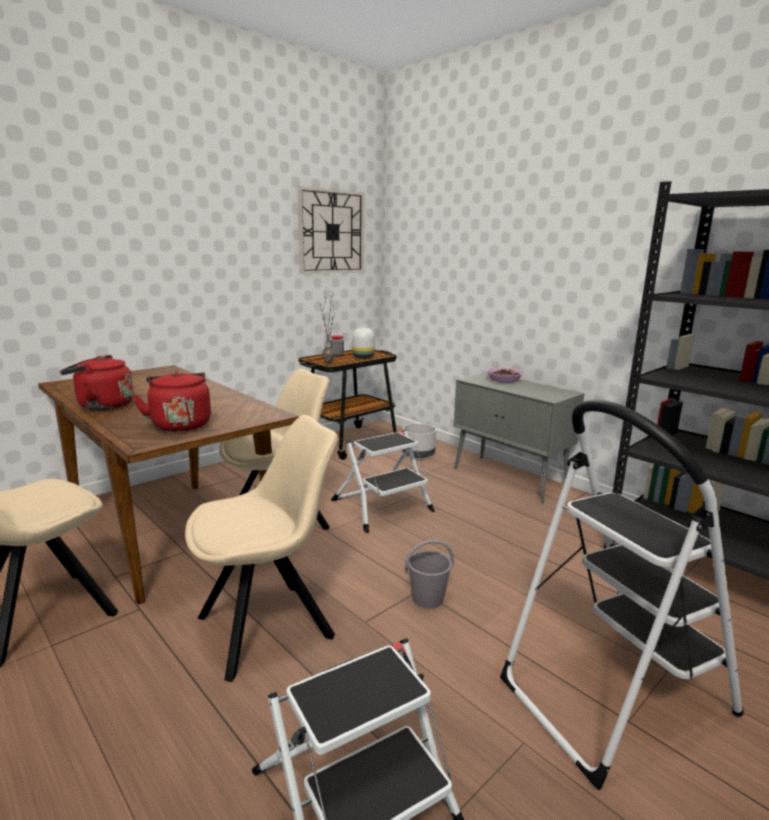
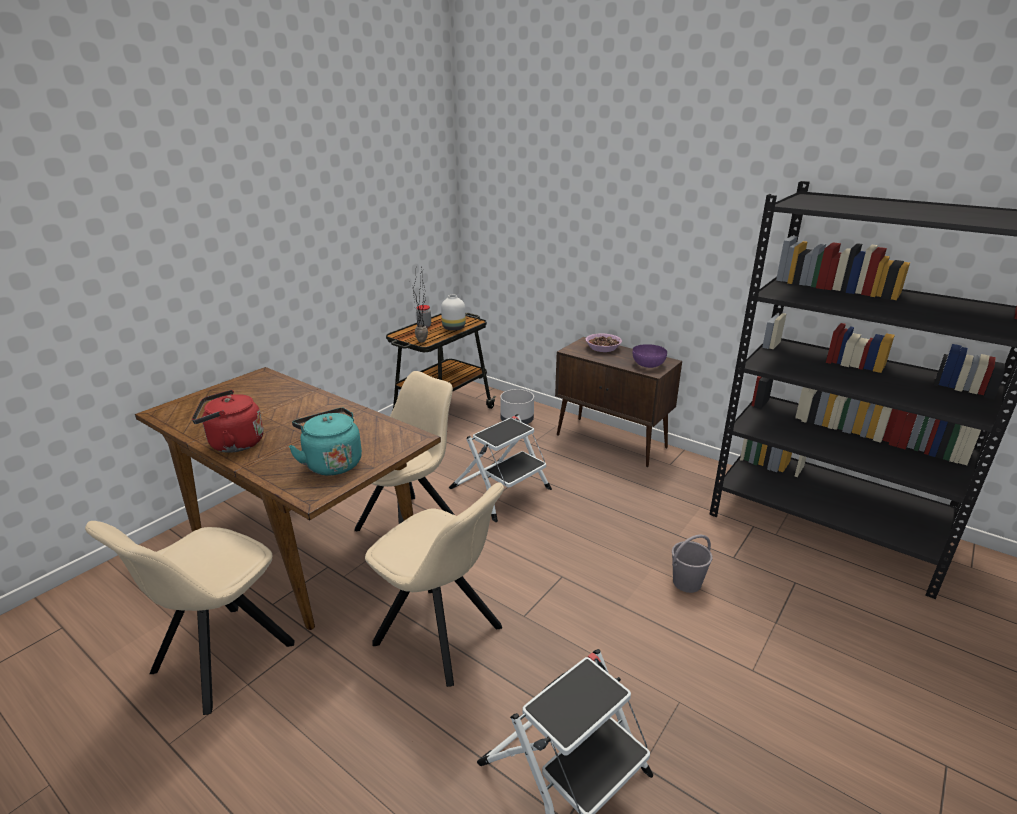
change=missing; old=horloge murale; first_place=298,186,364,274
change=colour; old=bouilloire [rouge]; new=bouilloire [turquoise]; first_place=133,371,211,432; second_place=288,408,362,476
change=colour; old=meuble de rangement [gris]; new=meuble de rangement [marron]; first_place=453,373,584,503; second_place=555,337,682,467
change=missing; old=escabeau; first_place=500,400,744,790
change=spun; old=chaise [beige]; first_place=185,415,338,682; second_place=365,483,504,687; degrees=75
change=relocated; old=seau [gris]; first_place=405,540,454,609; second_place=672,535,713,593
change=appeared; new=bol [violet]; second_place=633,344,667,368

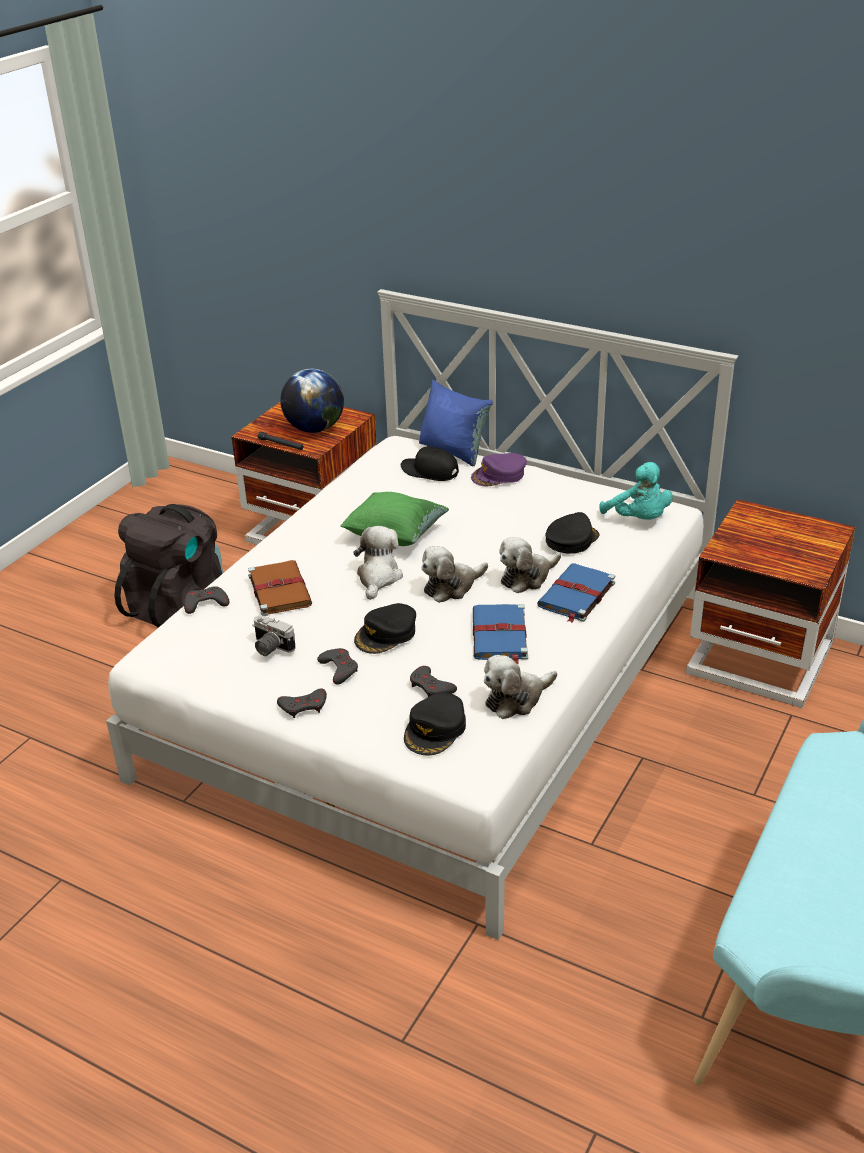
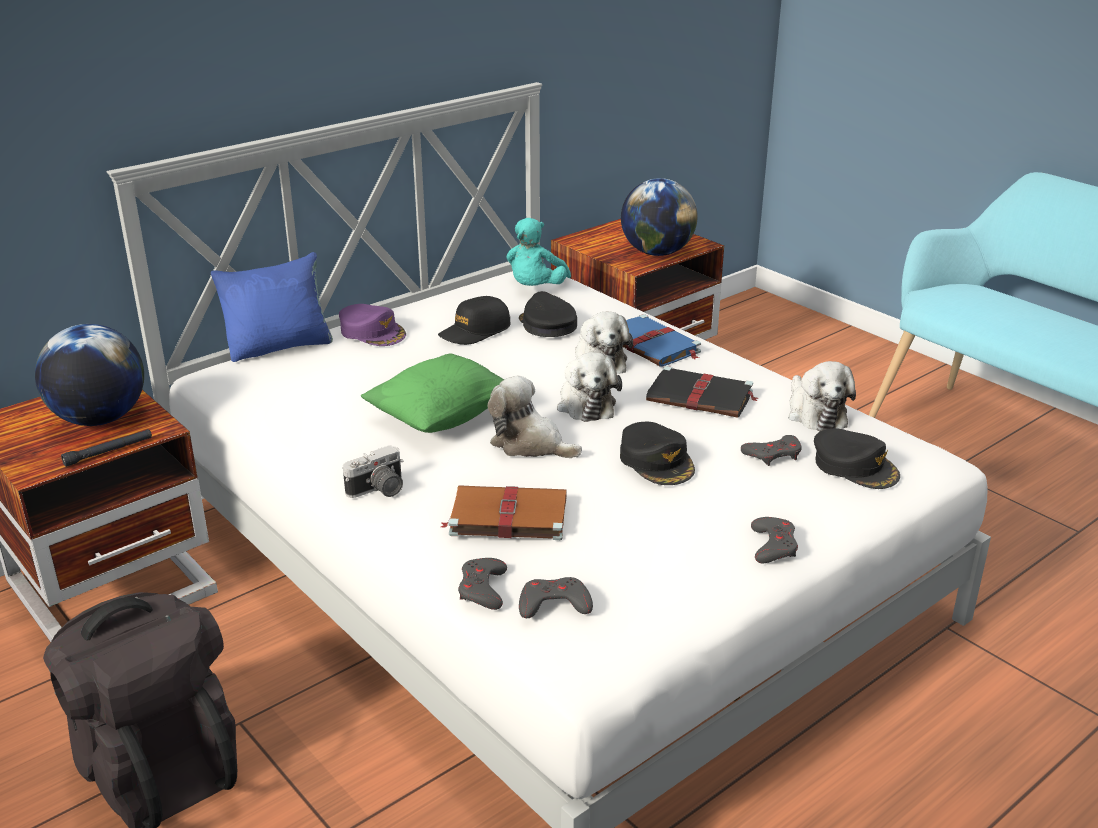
change=relocated; old=casquette [noir]; first_place=401,446,459,481; second_place=438,296,511,345
change=spun; old=casquette [violet]; first_place=471,453,527,486; second_place=339,304,406,346; degrees=-45
change=spun; old=peluche [turquoise]; first_place=599,462,673,520; second_place=506,218,571,286; degrees=120
change=colour; old=livre [bleu]; new=livre [noir]; first_place=473,604,528,664; second_place=646,366,758,418
change=relocated; old=appareil photo; first_place=252,615,296,656; second_place=343,445,403,498
change=relocated; old=manette [gris]; first_place=317,648,358,685; second_place=519,577,593,618
change=appeared; new=globe; second_place=621,178,698,256

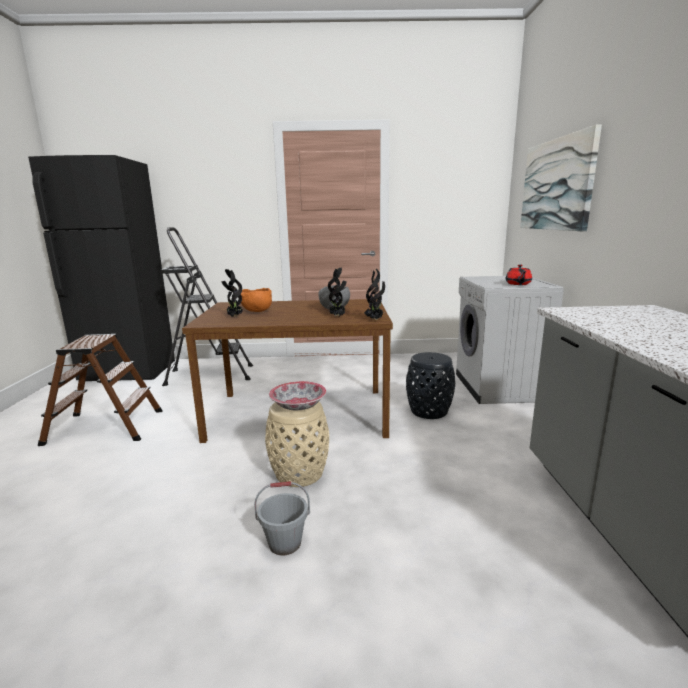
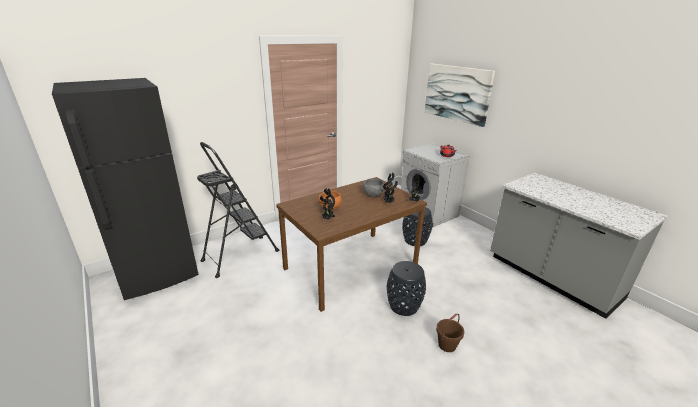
change=missing; old=escabeau [marron]; first_place=38,334,163,446
change=missing; old=bol; first_place=269,381,326,410
change=colour; old=tabouret [beige]; new=tabouret [noir]; first_place=265,402,329,487; second_place=387,261,426,316
change=colour; old=seau [gris]; new=seau [marron]; first_place=254,481,310,555; second_place=436,314,464,352

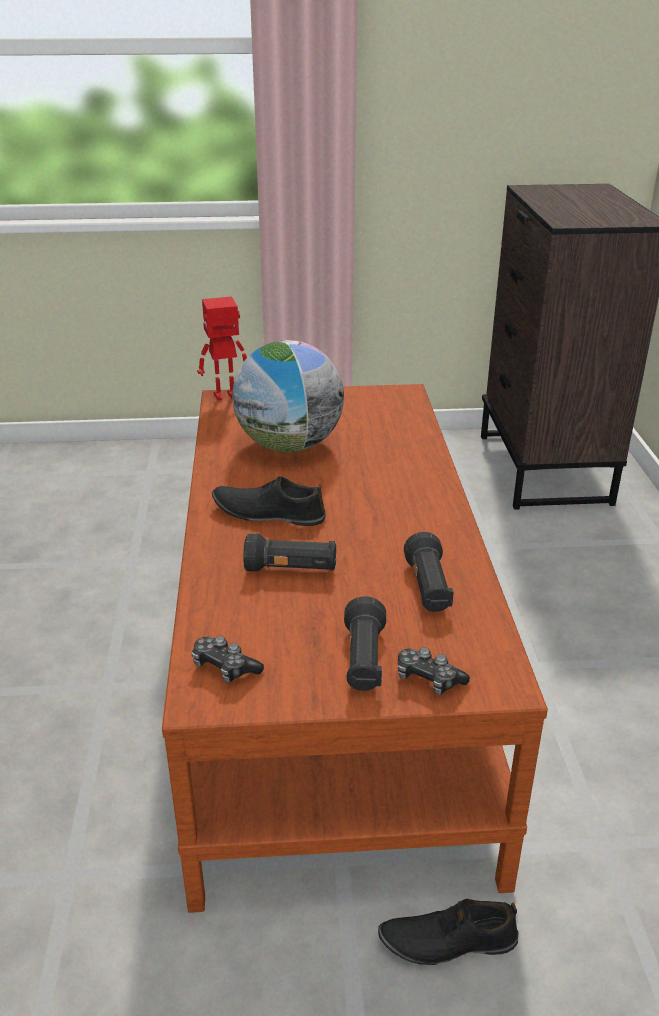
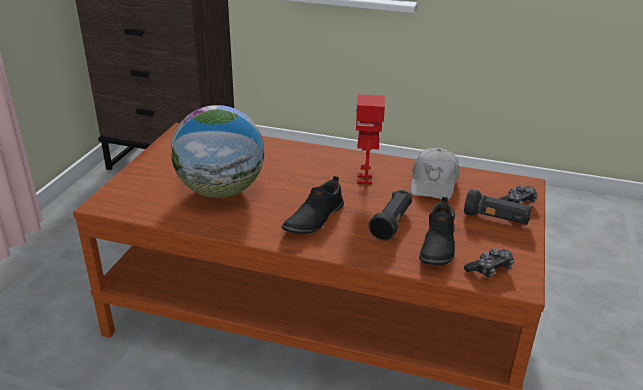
change=relocated; old=robot jouet; first_place=197,296,247,401; second_place=356,94,385,184
change=exchanged; old=lampe de poche [noir]; new=casquette [blanc]; first_place=404,532,453,612; second_place=410,148,459,200
change=relocated; old=chaussure [noir]; first_place=378,899,518,965; second_place=419,197,455,265

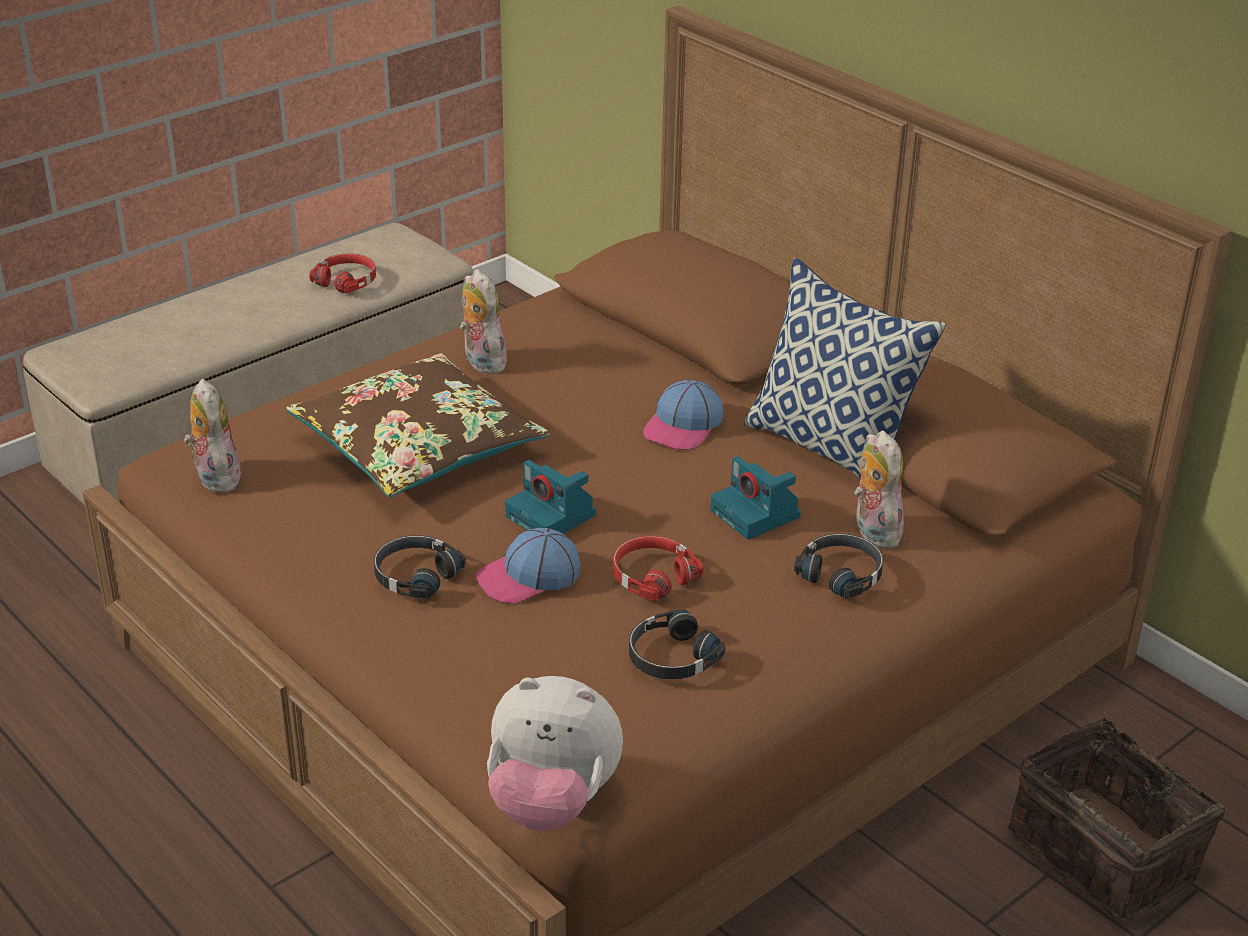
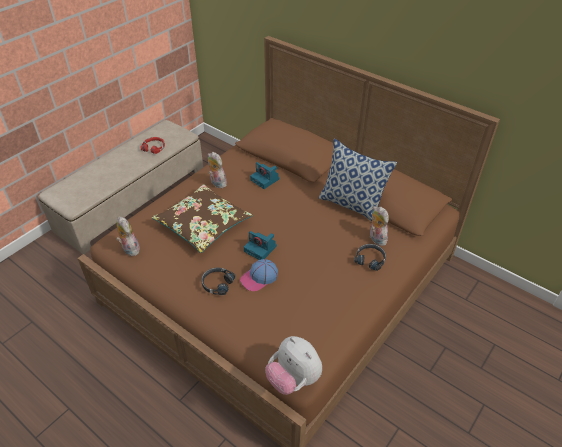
change=missing; old=casquette; first_place=643,380,724,450
change=relocated; old=appareil photo; first_place=711,456,801,540; second_place=250,162,280,189
change=missing; old=casque audio [rouge]; first_place=613,536,703,601
change=missing; old=casque audio [noir]; first_place=629,610,726,680
change=spun; old=peluche; first_place=487,676,623,831; second_place=265,336,322,395; degrees=45
change=missing; old=panier; first_place=1007,718,1225,921

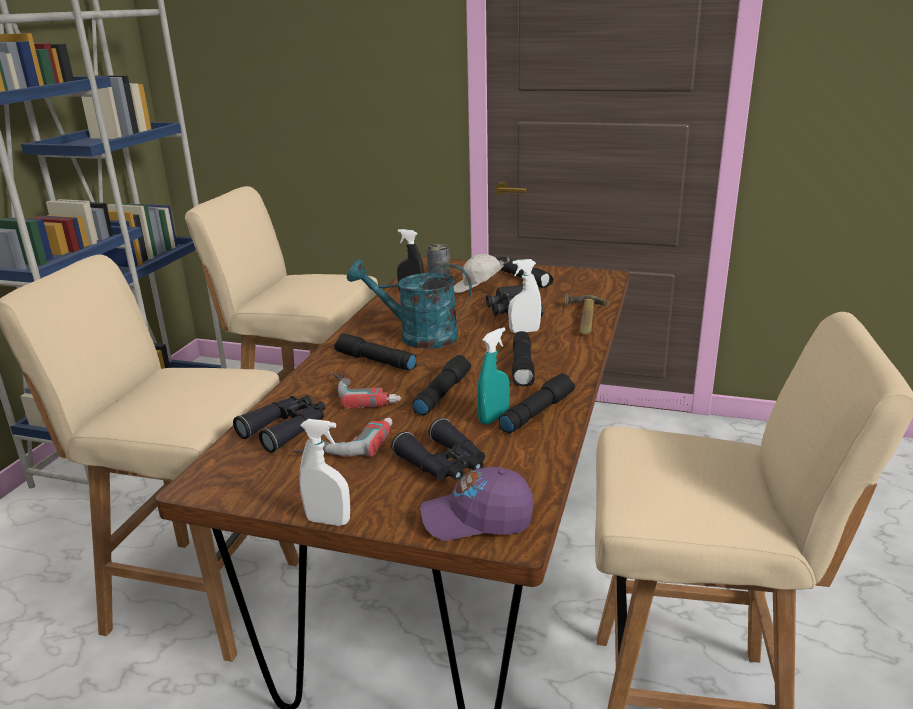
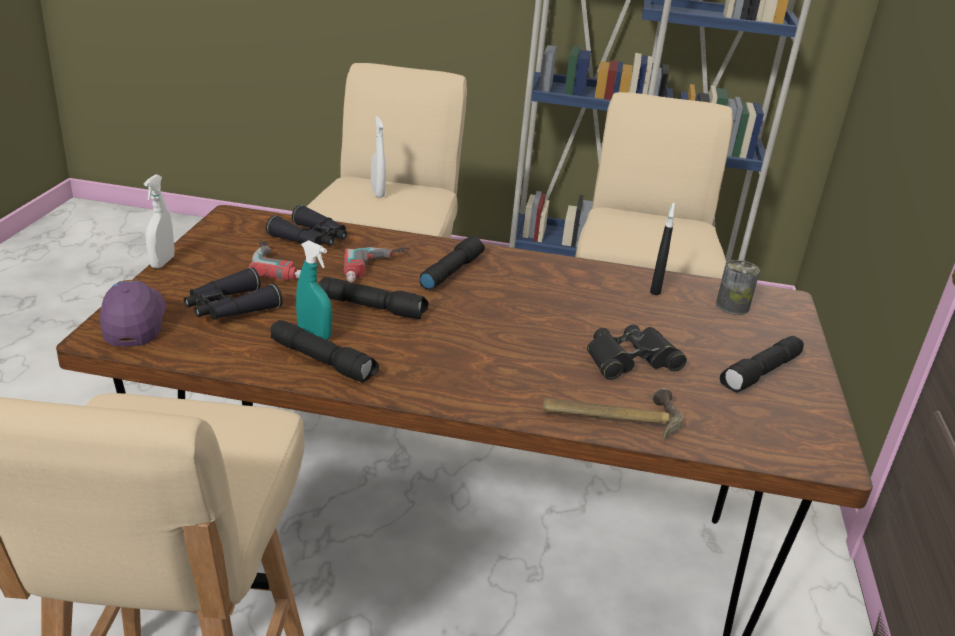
change=missing; old=casquette [blanc]; first_place=454,254,510,293
change=missing; old=arrosoir [turquoise]; first_place=347,259,472,349
change=relocated; old=vaporisateur [blanc]; first_place=508,259,541,333; second_place=371,116,386,198
change=missing; old=lampe de poche [noir]; first_place=512,331,535,386

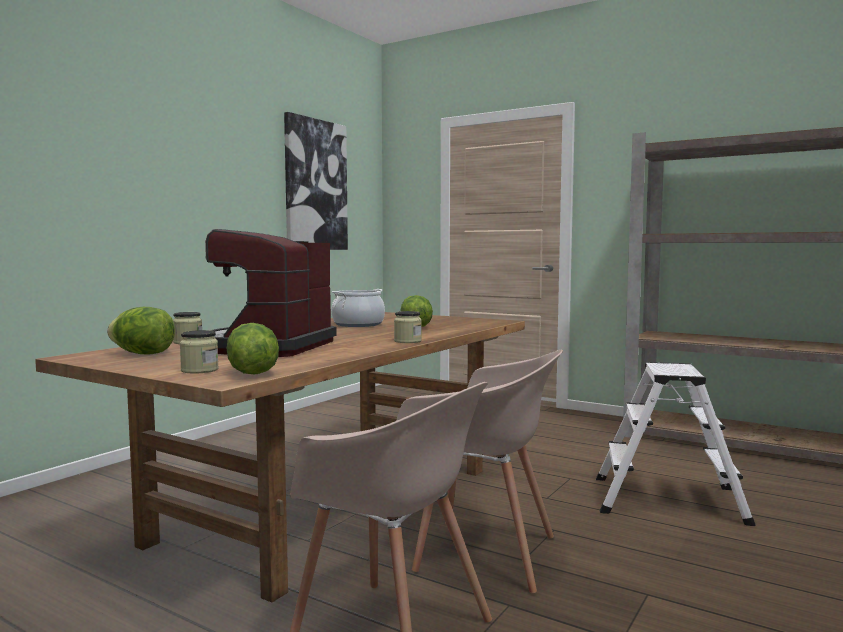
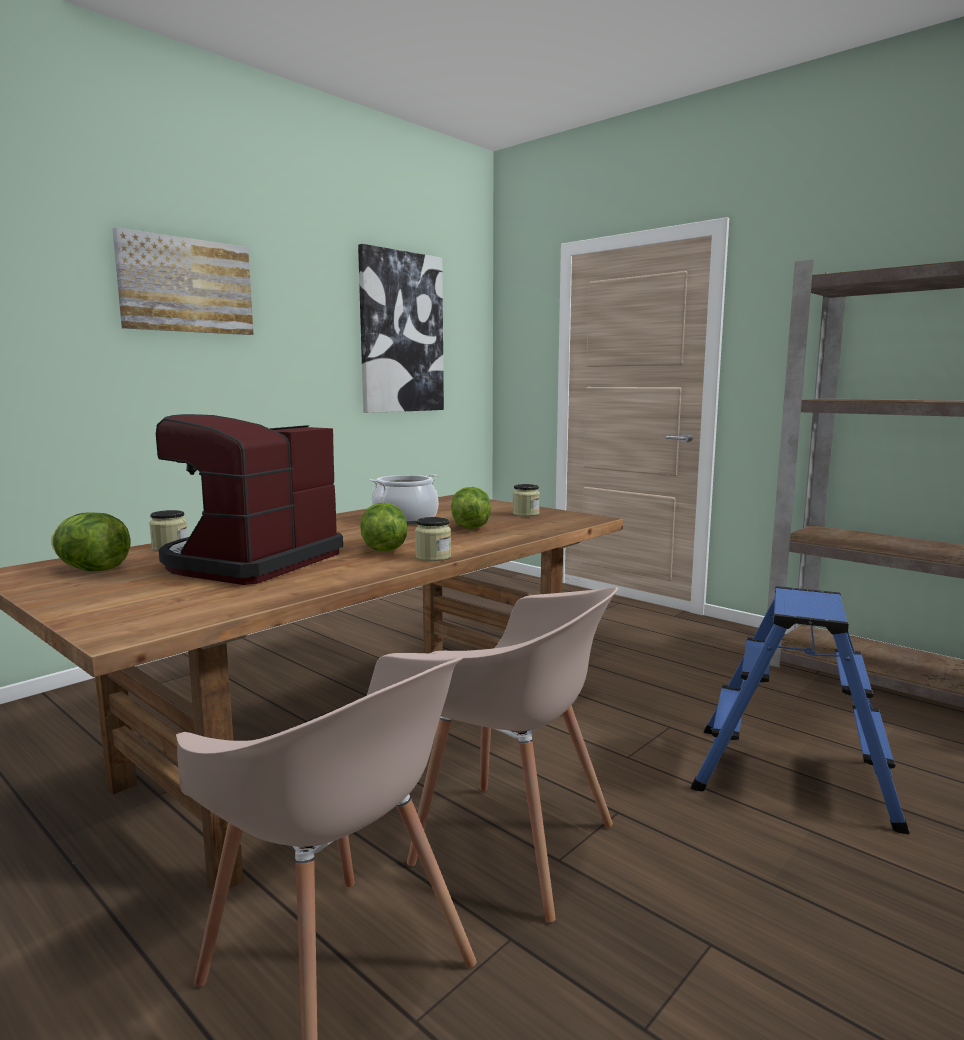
change=relocated; old=laitue; first_place=226,323,279,375; second_place=360,502,407,551
change=relocated; old=bocal; first_place=180,330,219,374; second_place=512,484,540,517
change=colour; old=escabeau [blanc]; new=escabeau [bleu]; first_place=596,362,756,526; second_place=690,586,910,834
change=appeared; new=tableau; second_place=113,227,254,335

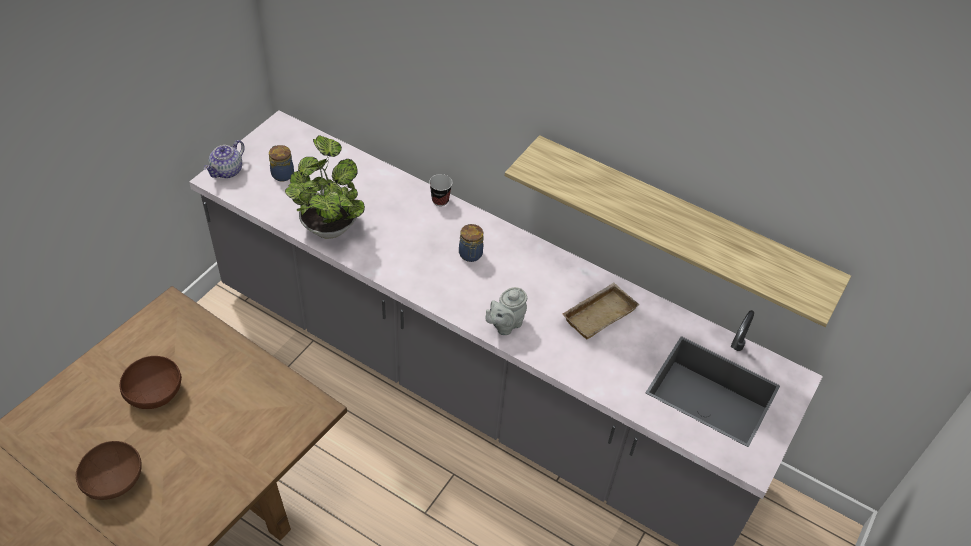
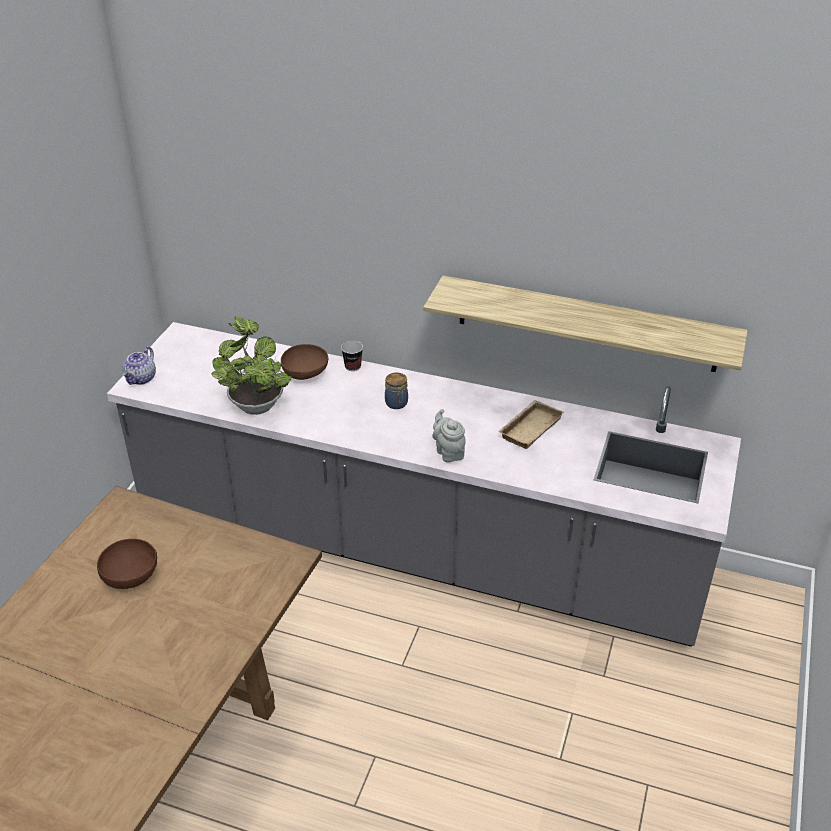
change=missing; old=bocal; first_place=269,145,294,181
change=spun; old=théière [gris]; first_place=486,287,527,335; second_place=432,409,466,462; degrees=120
change=relocated; old=bol [marron]; first_place=76,441,142,500; second_place=281,344,328,380

